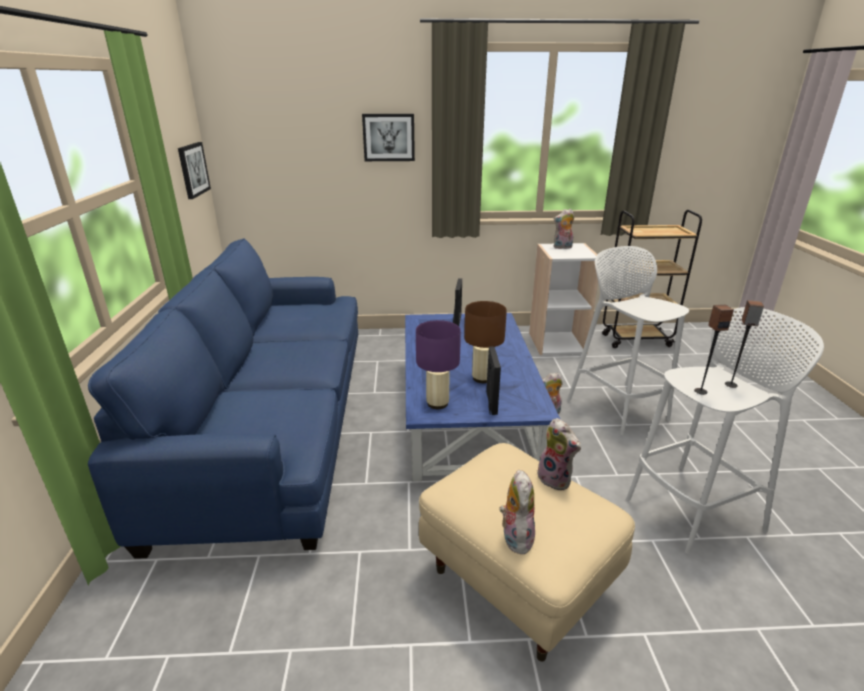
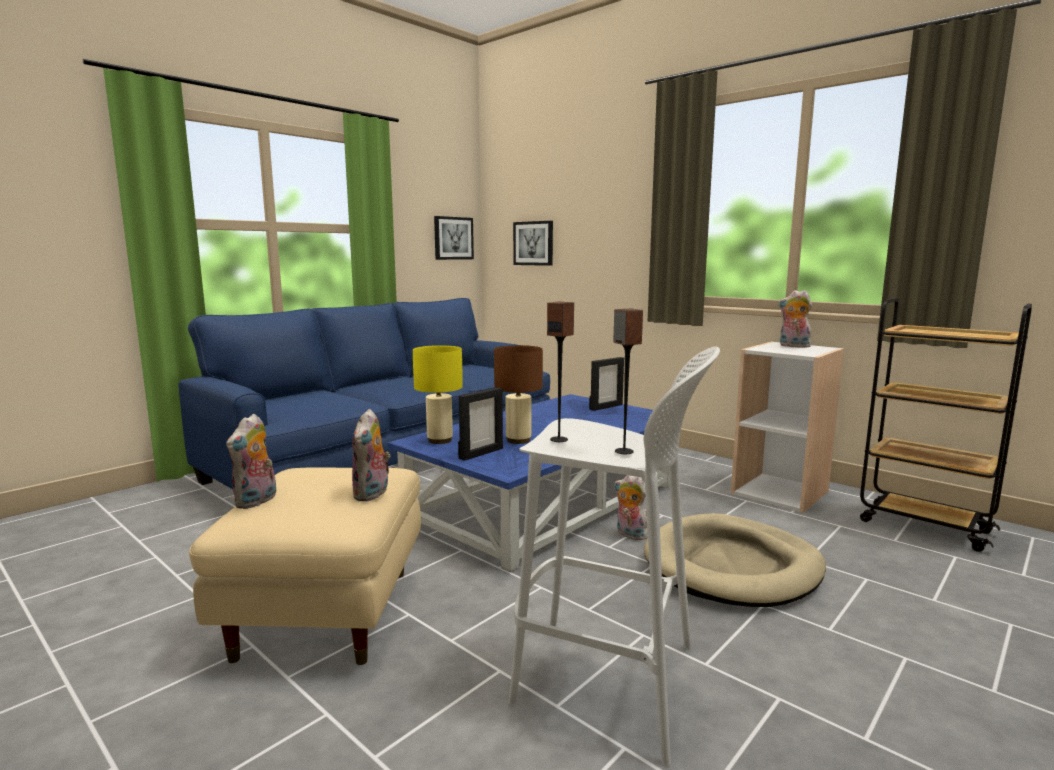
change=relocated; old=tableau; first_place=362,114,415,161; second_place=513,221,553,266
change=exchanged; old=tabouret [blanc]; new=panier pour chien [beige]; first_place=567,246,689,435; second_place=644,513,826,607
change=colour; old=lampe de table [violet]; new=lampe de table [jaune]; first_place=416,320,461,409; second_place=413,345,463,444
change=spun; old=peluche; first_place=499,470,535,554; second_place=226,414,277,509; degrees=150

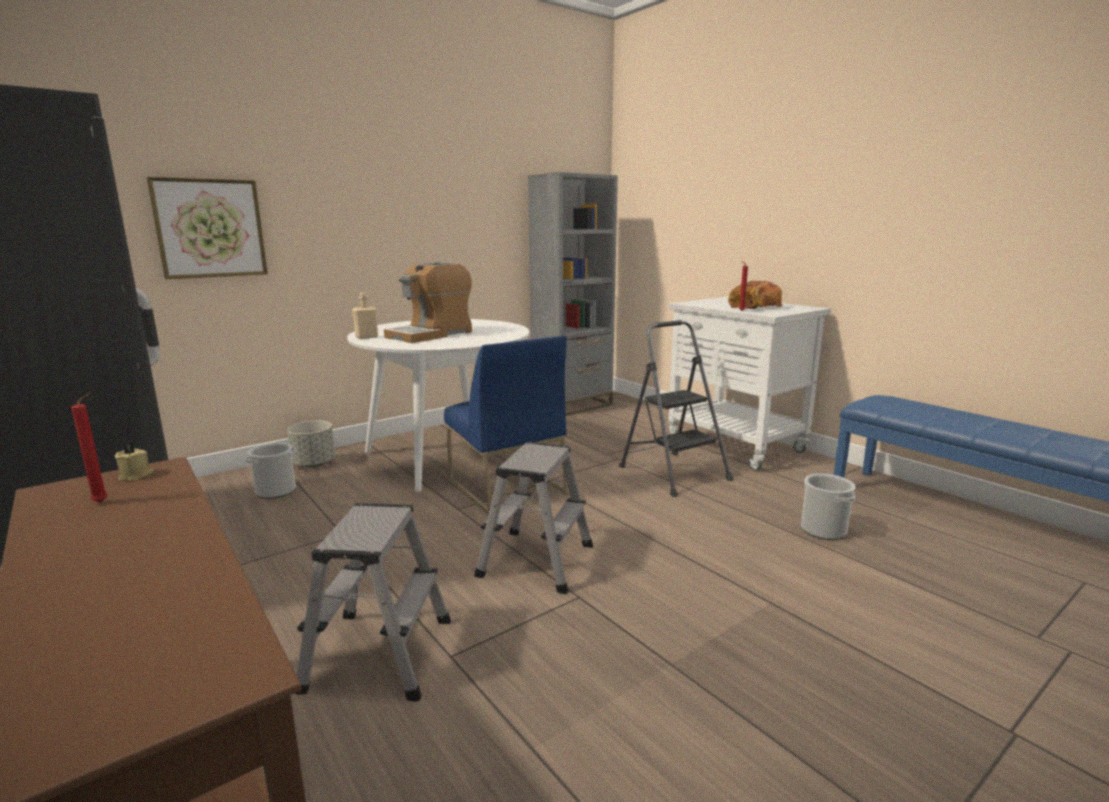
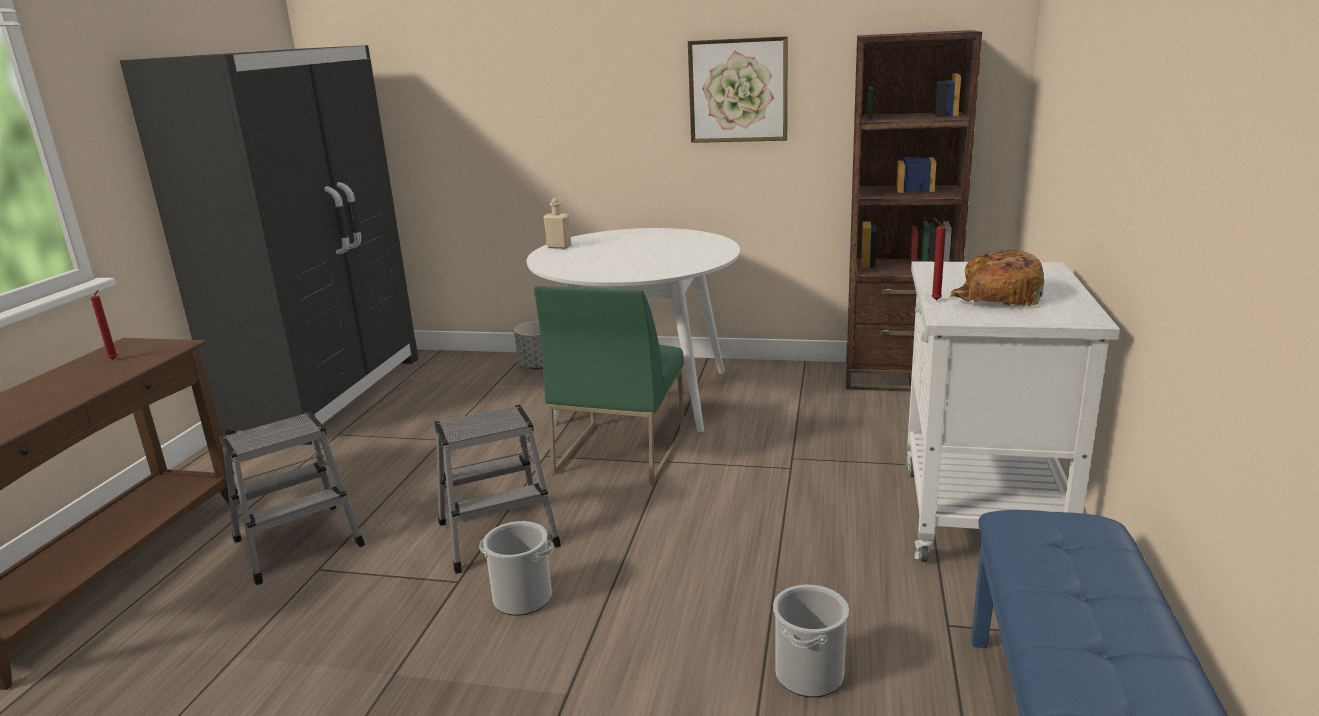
change=colour; old=bibliothèque [gris]; new=bibliothèque [marron]; first_place=528,172,618,416; second_place=846,30,982,392
change=relocated; old=tableau; first_place=147,177,268,279; second_place=688,36,788,143
change=missing; old=machine à café; first_place=384,262,472,343
change=missing; old=escabeau [noir]; first_place=618,320,734,497
change=colour; old=chaise [bleu]; new=chaise [vert]; first_place=444,336,569,515; second_place=534,286,685,485
change=missing; old=bougie [beige]; first_place=115,440,153,481
change=relocated; old=seau; first_place=245,443,296,499; second_place=479,521,553,616

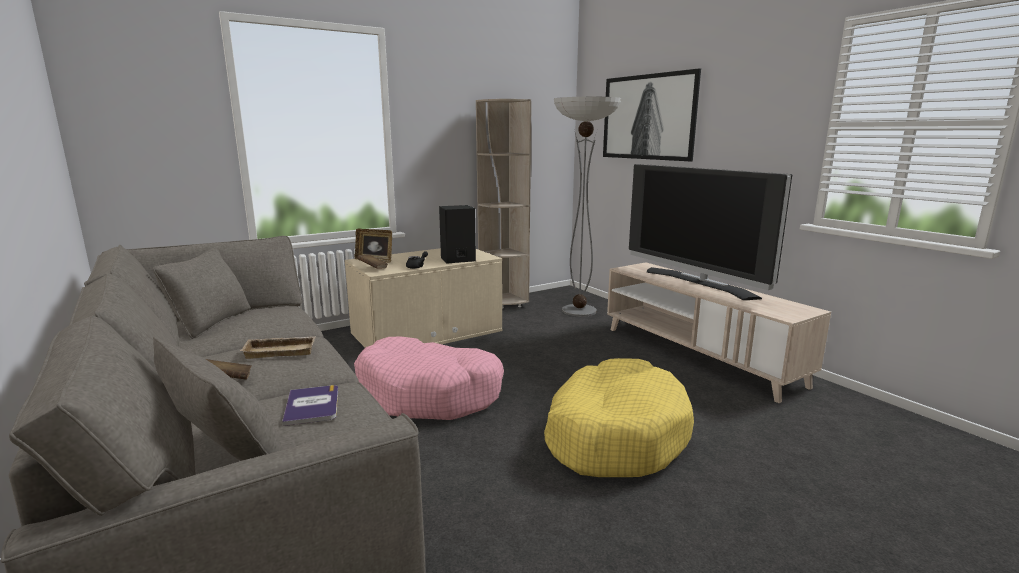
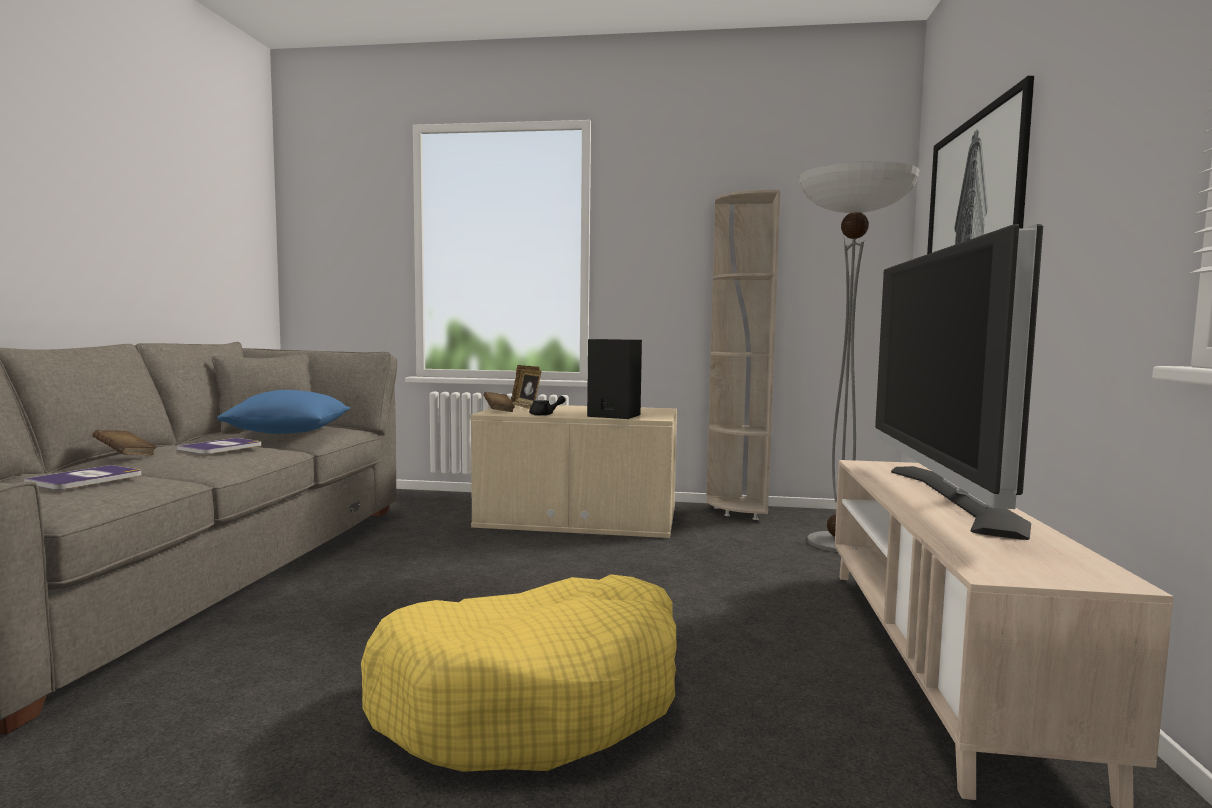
change=exchanged; old=plateau [beige]; new=livre; first_place=240,336,316,359; second_place=177,438,261,454
change=missing; old=panier pour chien [rose]; first_place=354,337,504,420
change=appeared; new=coussin [bleu]; second_place=217,390,351,434

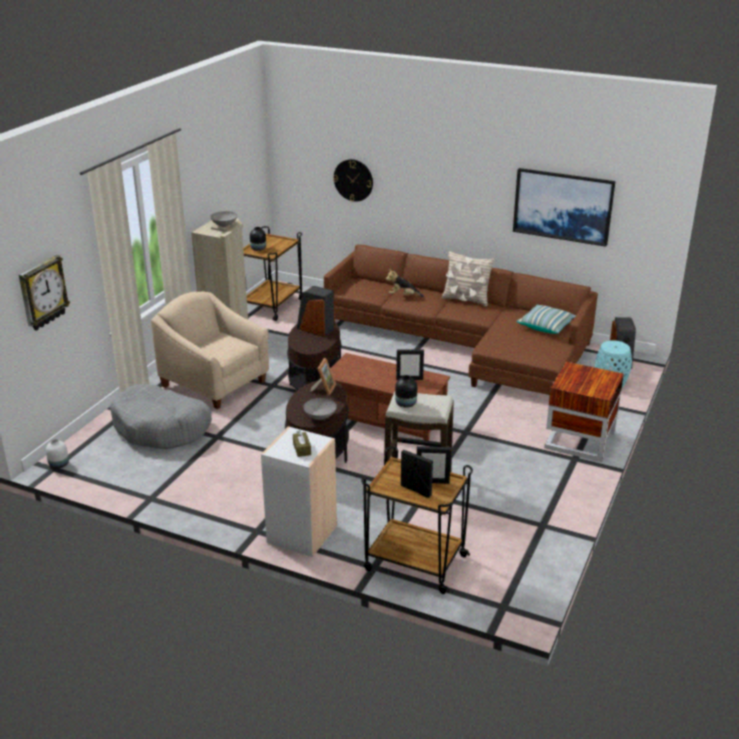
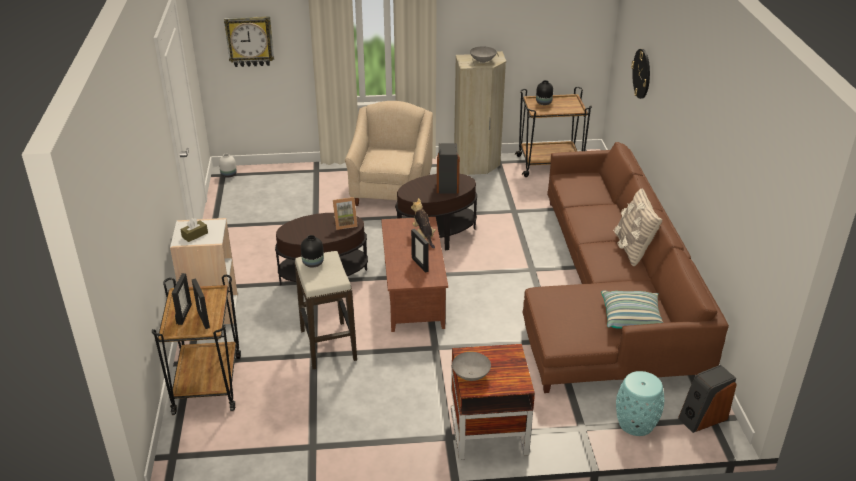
change=missing; old=tableau; first_place=513,168,616,247
change=relocated; old=peluche; first_place=386,269,424,297; second_place=411,198,436,249
change=missing; old=panier pour chien [gris]; first_place=110,384,212,449
change=relocated; old=bol [gris]; first_place=303,398,337,420; second_place=452,352,491,381

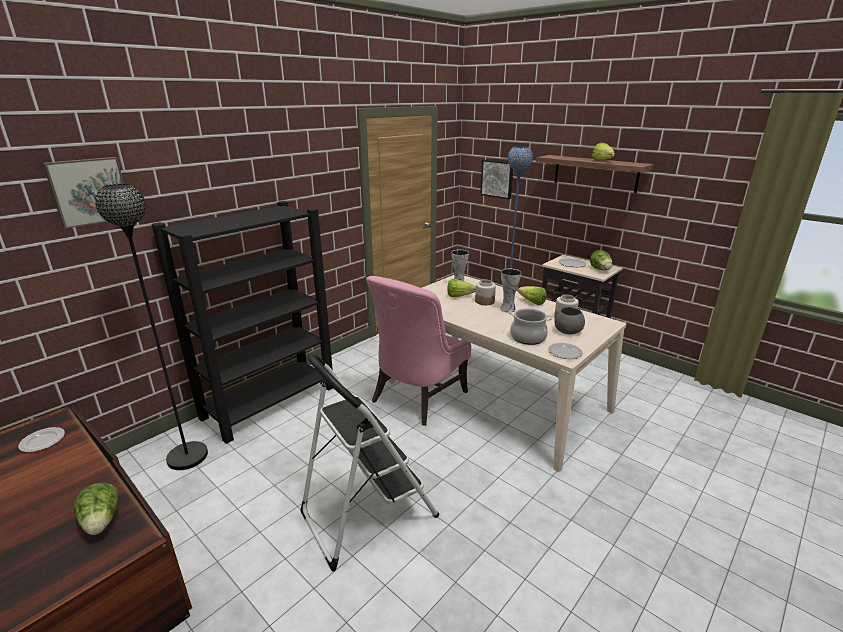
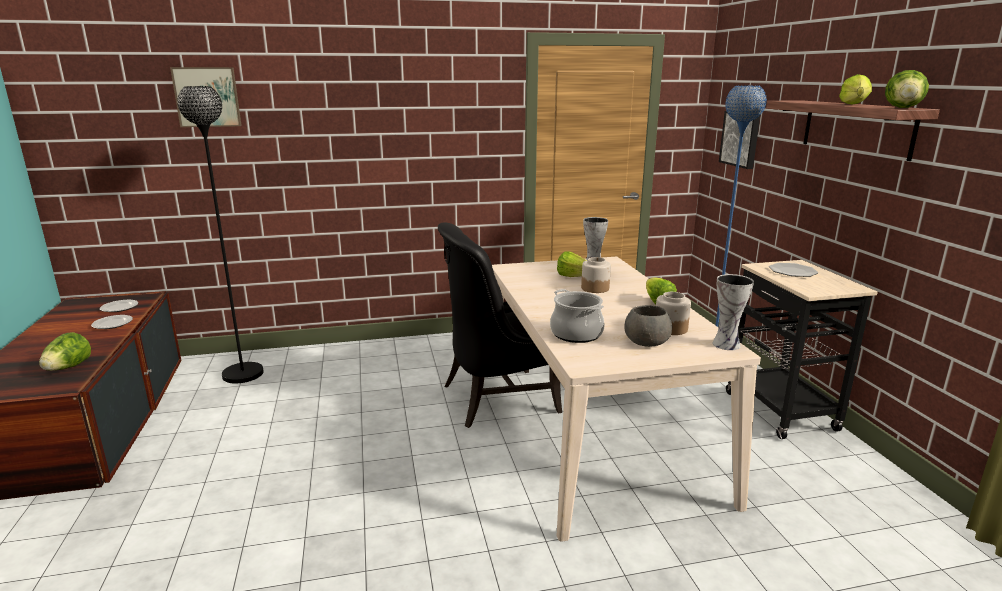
change=missing; old=bibliothèque [noir]; first_place=152,201,333,444
change=relocated; old=laitue; first_place=590,250,612,270; second_place=885,70,929,108
change=relocated; old=vase; first_place=500,269,521,313; second_place=713,274,754,350
change=colour; old=chaise [rose]; new=chaise [noir]; first_place=366,276,471,426; second_place=438,222,562,428
change=relocated; old=assiette; first_place=548,343,583,359; second_place=91,315,133,329
change=missing; old=escabeau; first_place=300,353,439,572

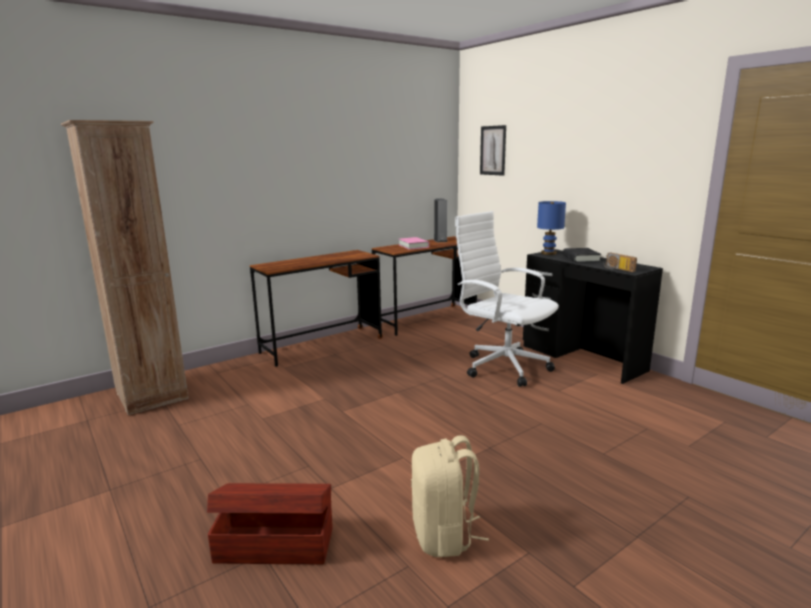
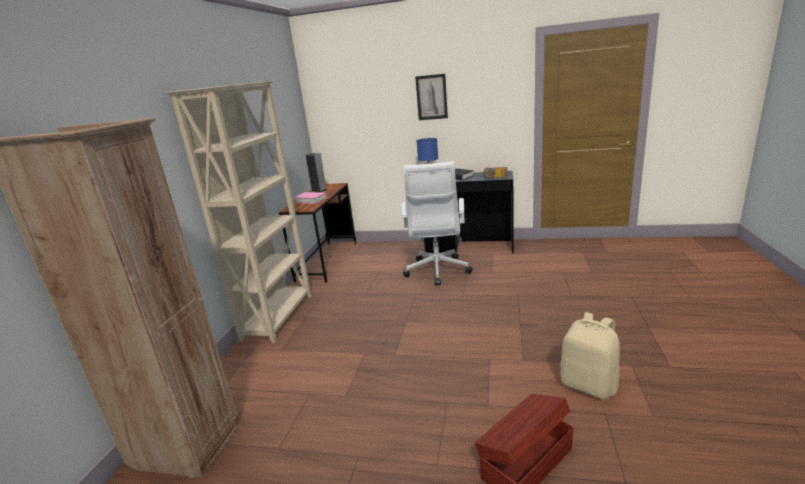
change=relocated; old=tableau; first_place=480,125,506,176; second_place=415,74,448,120
change=spun; old=chaise de bureau [blanc]; first_place=455,211,559,387; second_place=401,161,473,286; degrees=-90
change=exchanged; old=bureau [marron]; new=bibliothèque [beige]; first_place=250,250,383,367; second_place=167,81,312,343

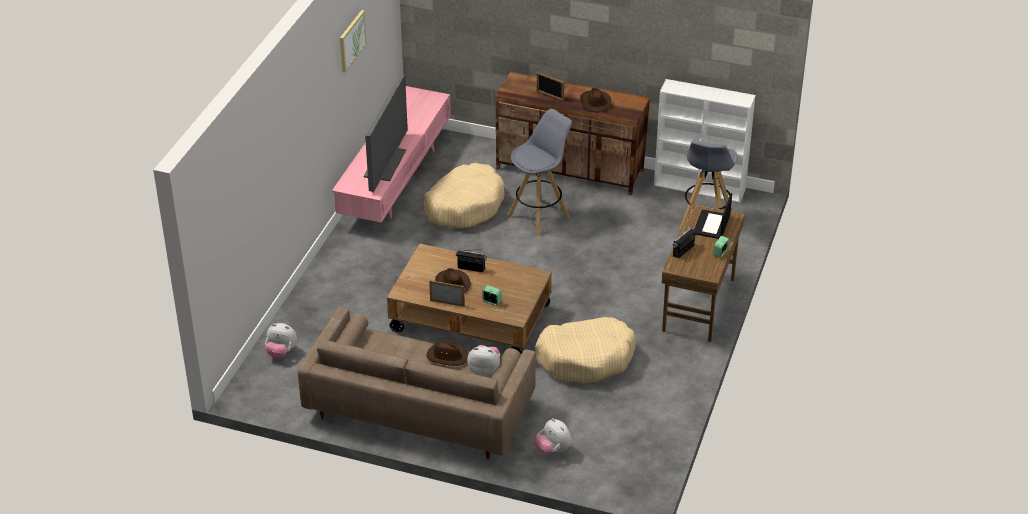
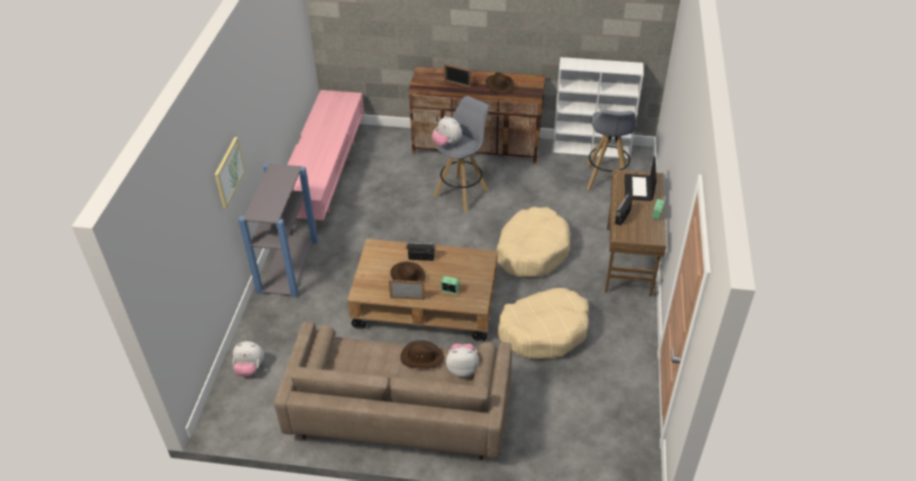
change=relocated; old=tableau; first_place=340,10,367,73; second_place=214,137,245,208
change=missing; old=téléviseur; first_place=364,75,408,193
change=relocated; old=panier pour chien [beige]; first_place=424,163,504,228; second_place=496,207,571,277
change=relocated; old=peluche; first_place=534,418,571,455; second_place=432,116,462,147
change=appeared; new=bibliothèque [gris]; second_place=238,164,318,298

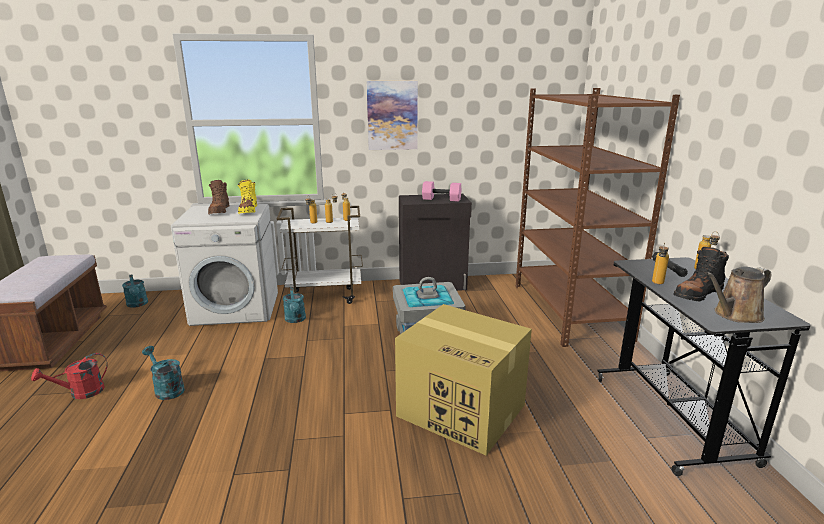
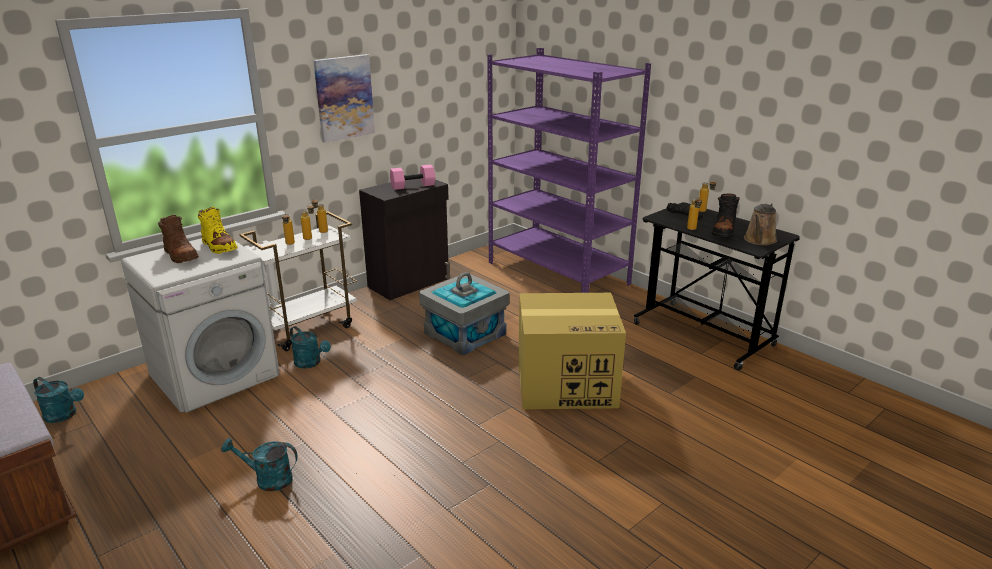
change=colour; old=bibliothèque [marron]; new=bibliothèque [violet]; first_place=516,88,680,347; second_place=487,48,651,293
change=missing; old=arrosoir [rouge]; first_place=31,353,108,399

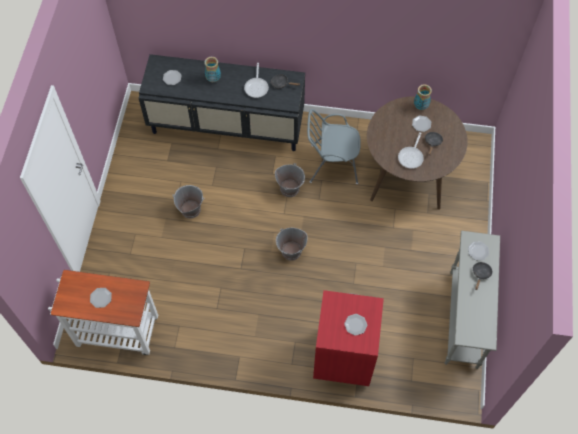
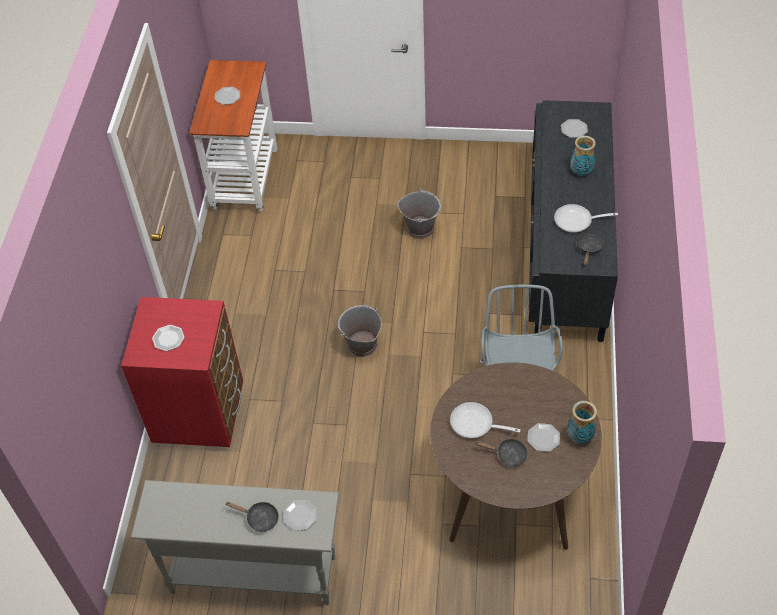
change=missing; old=seau [gris]; first_place=275,163,305,197

